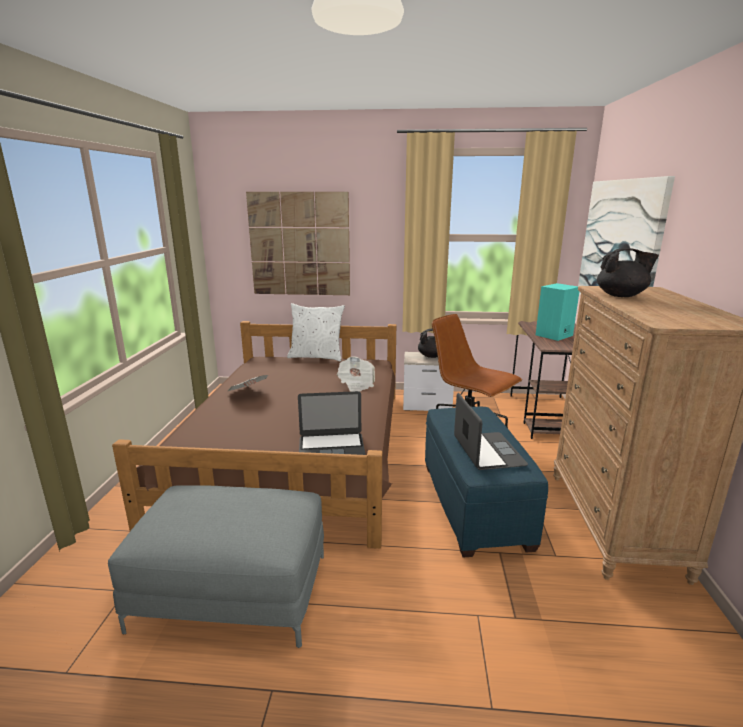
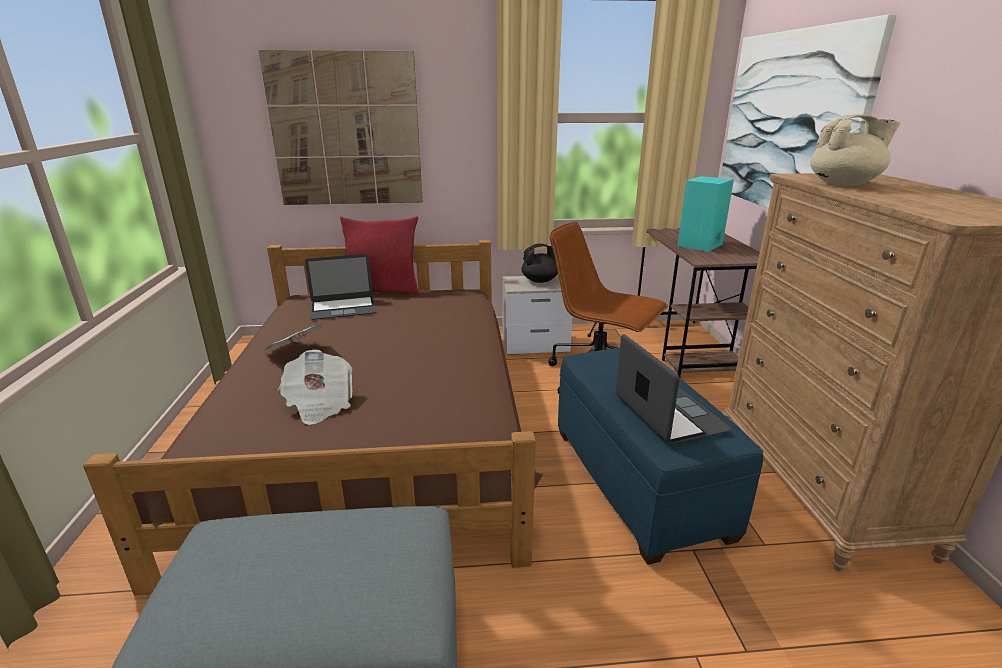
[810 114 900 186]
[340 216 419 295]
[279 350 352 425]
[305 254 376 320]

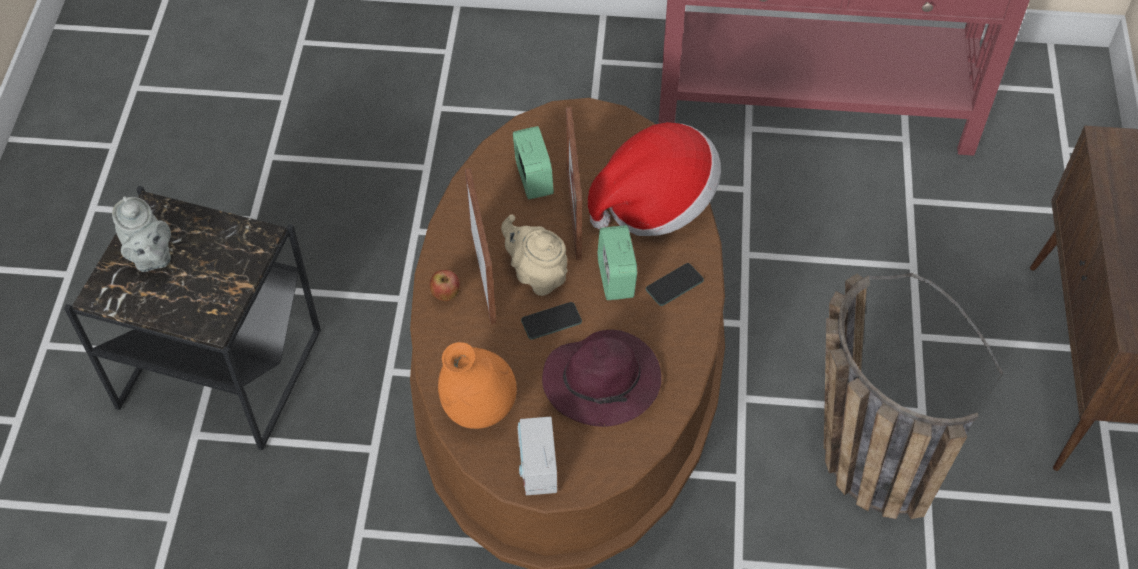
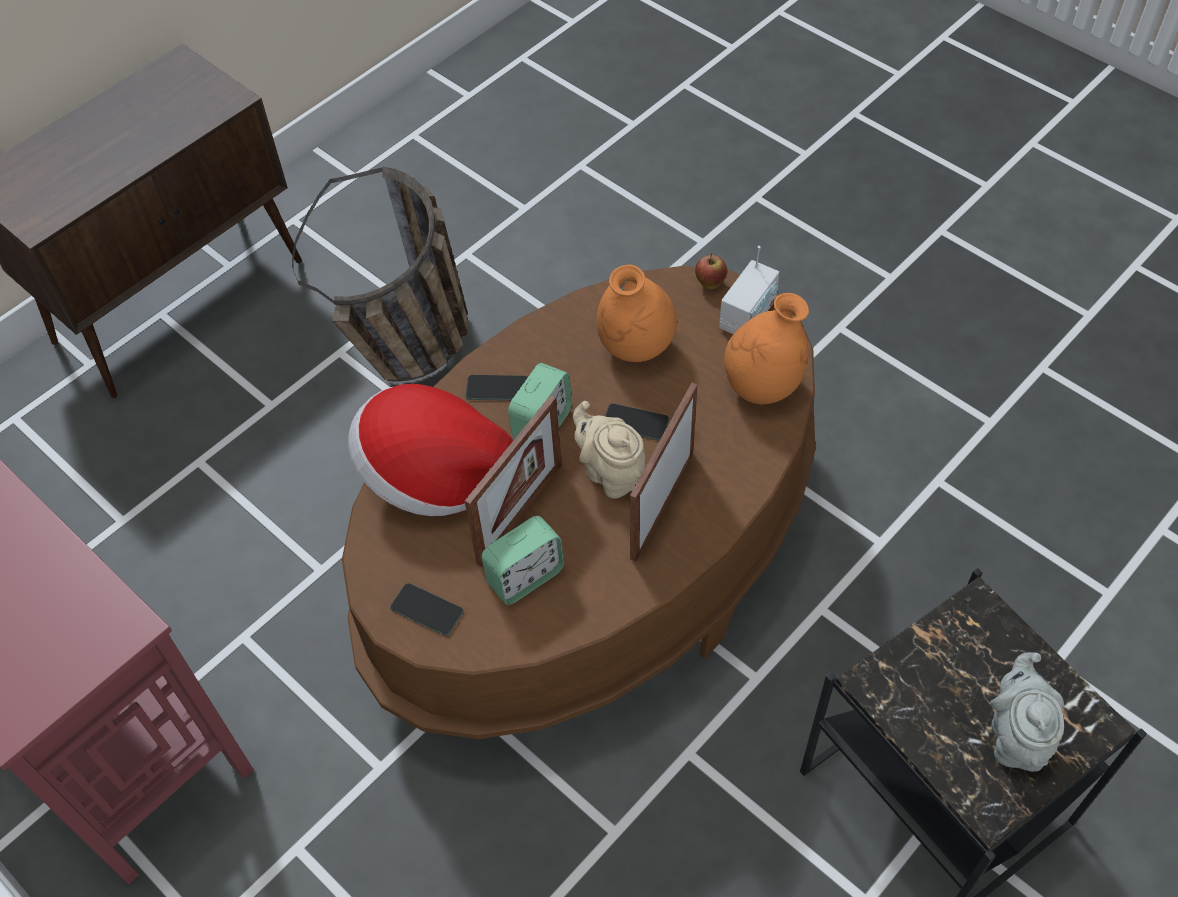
[481 516 564 605]
[573 401 646 499]
[695 253 727 289]
[597 265 677 362]
[390 583 464 636]

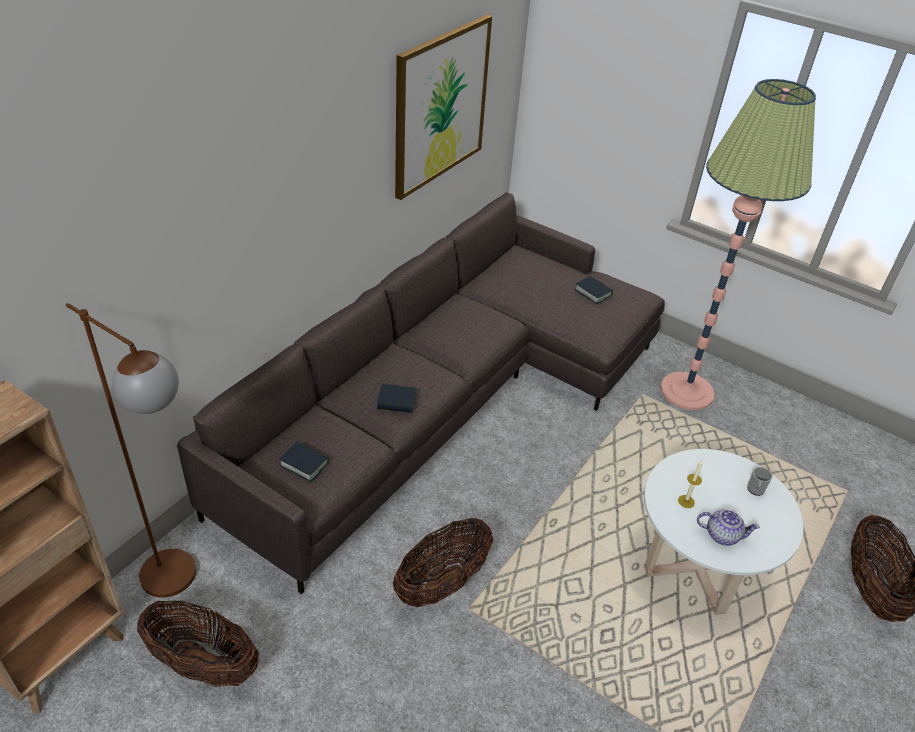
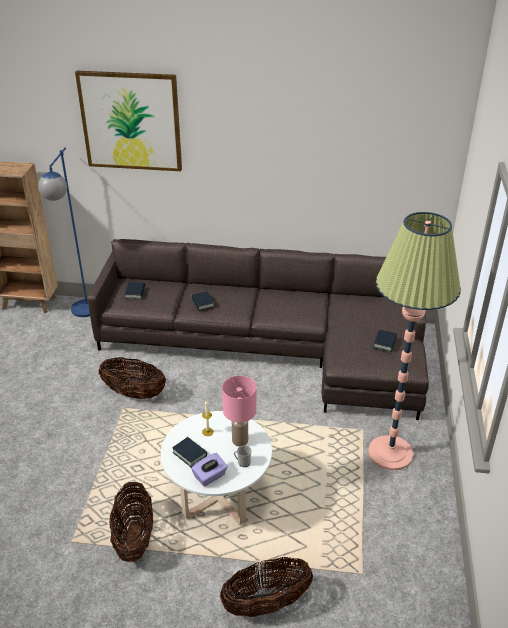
[75 71 182 171]
[38 147 90 317]
[172 437 207 467]
[109 482 153 562]
[222 376 257 447]
[191 453 228 486]

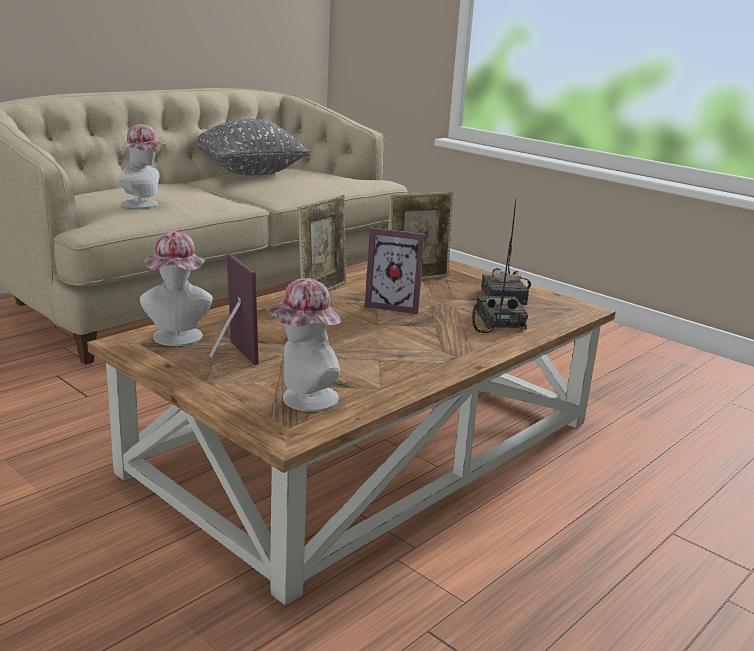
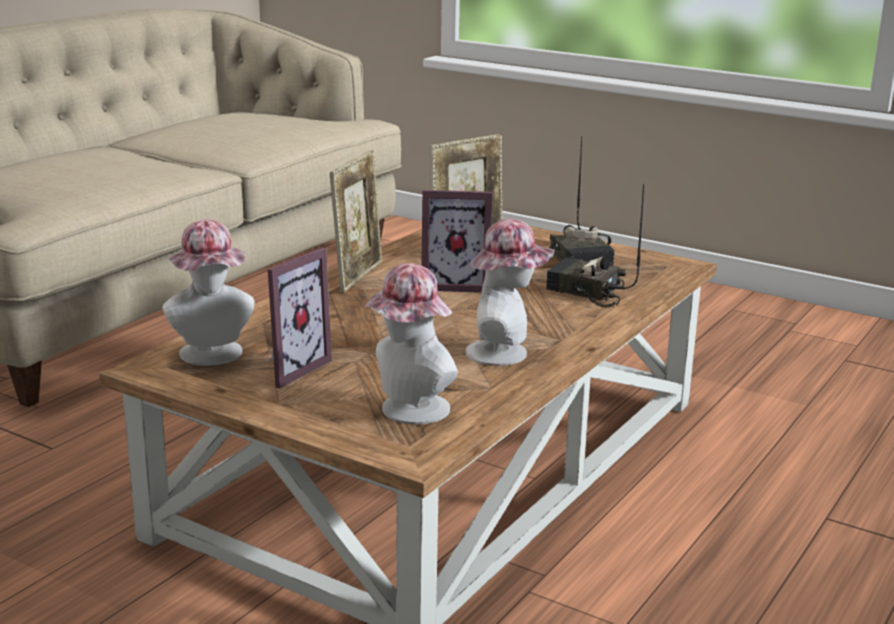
[197 119 311 175] (first image)
[466 219 555 366]
[546 184 644 308]
[268 247 332 389]

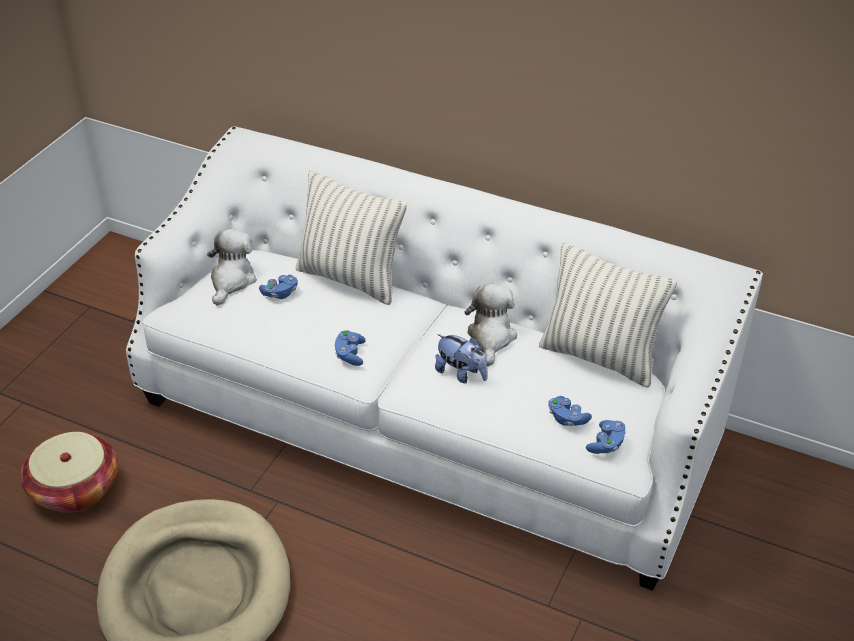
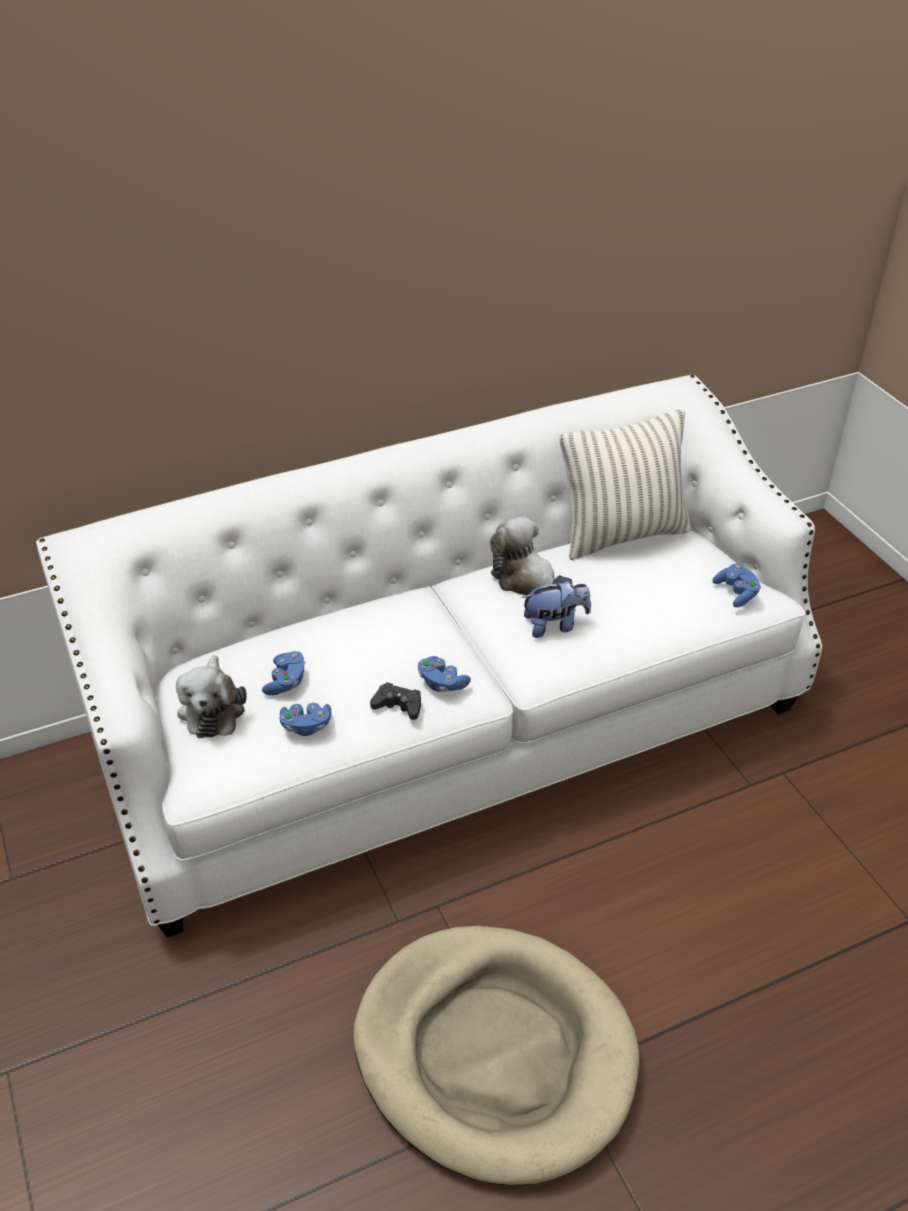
[296 171 407 305] (first image)
[176 655 247 738]
[280 703 331 736]
[21 432 118 513] (first image)
[370 682 421 720]

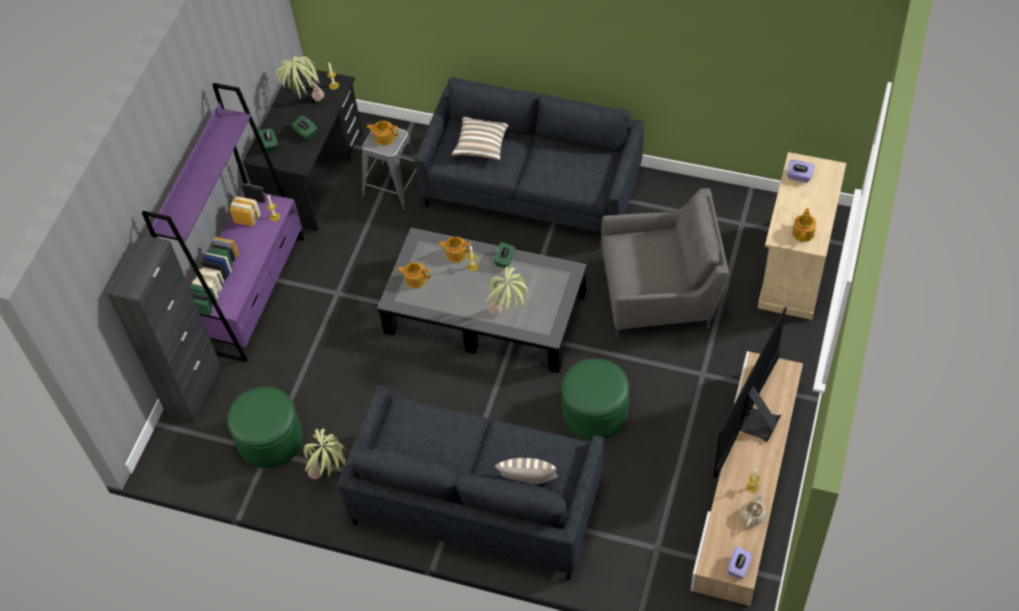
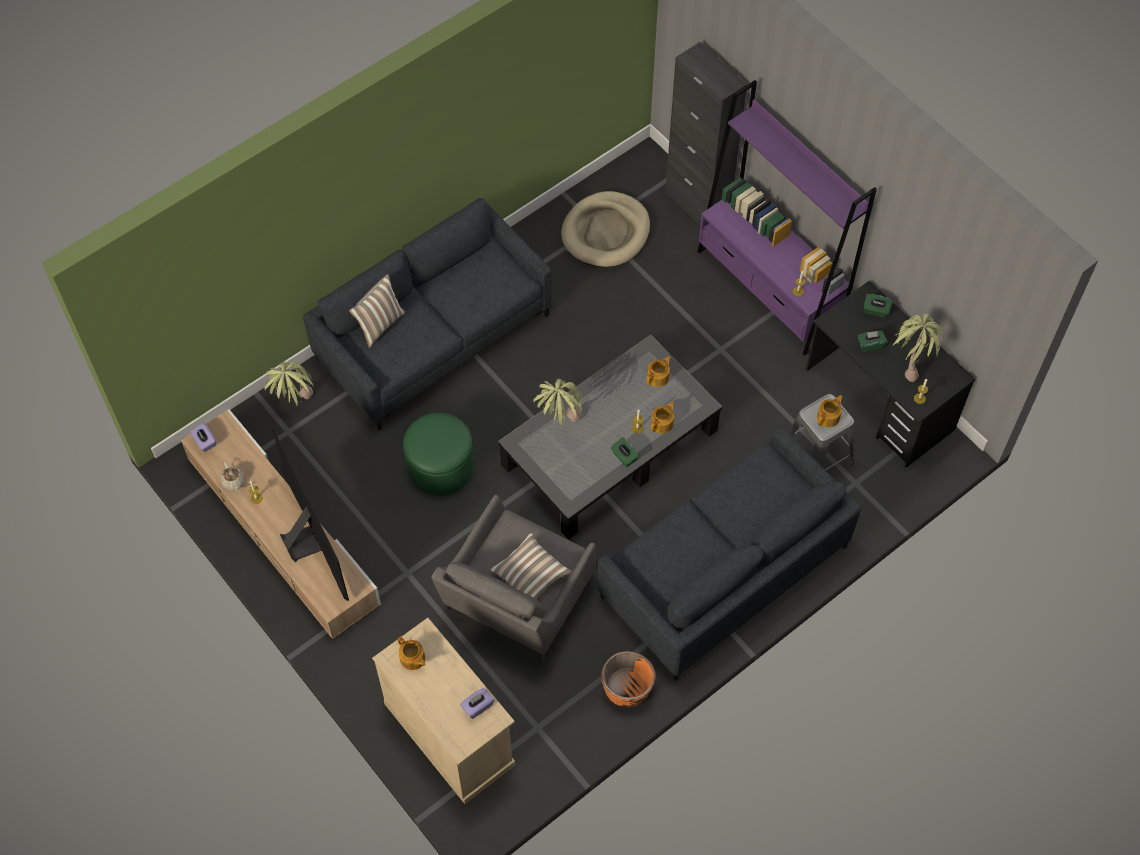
[490 533 572 599]
[561 191 650 267]
[265 362 314 406]
[601 651 656 707]

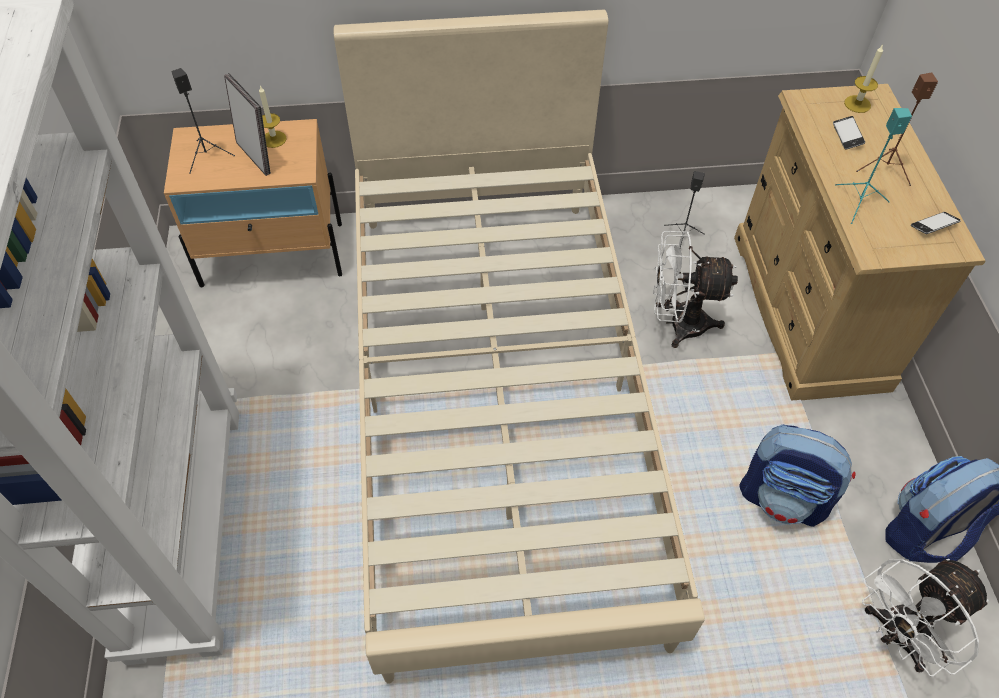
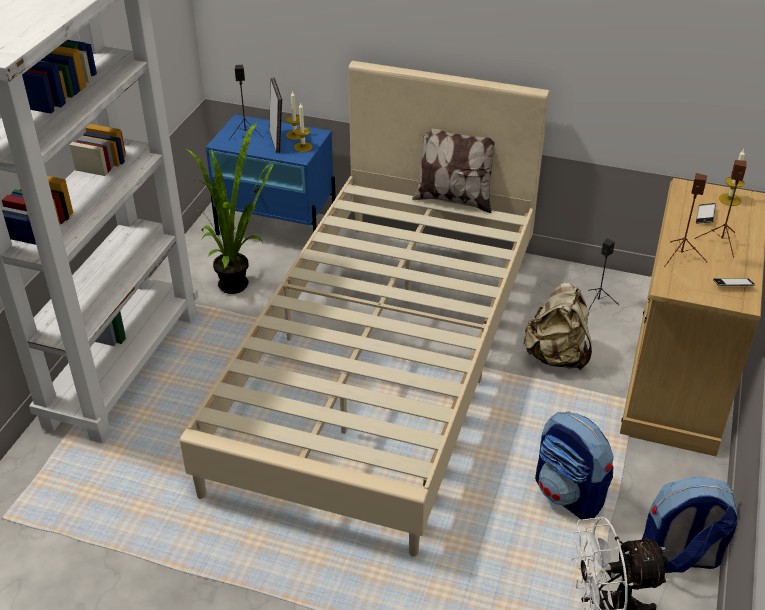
[664 173 707 267]
[206 114 336 235]
[523 282 592 370]
[294 103 313 152]
[186 121 275 294]
[412 129 495 213]

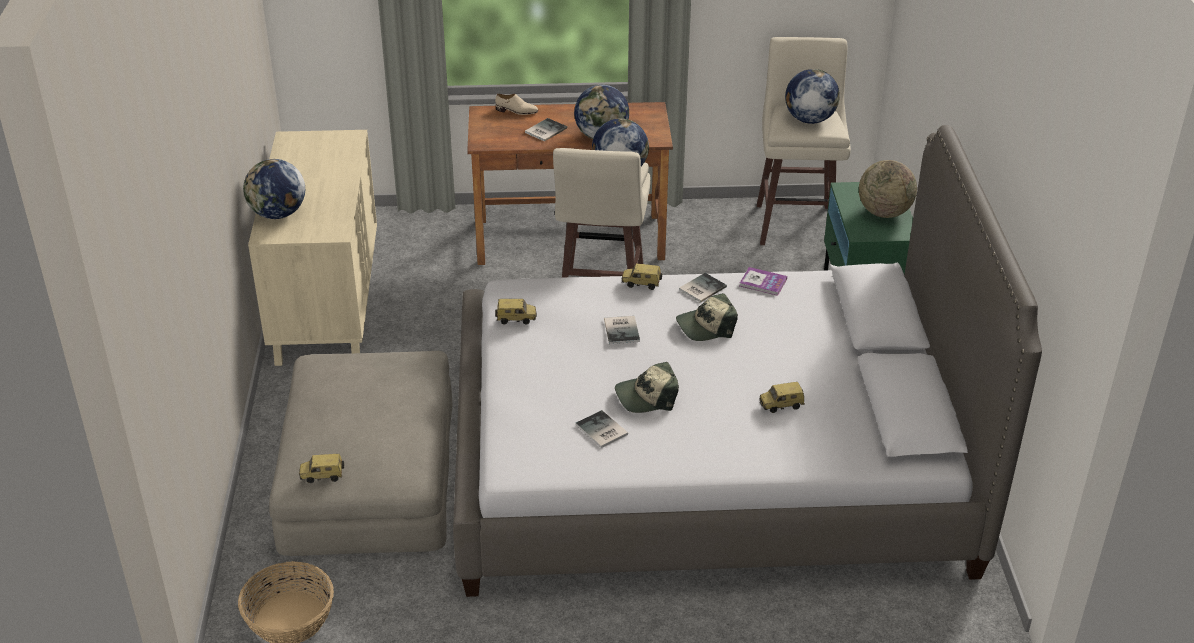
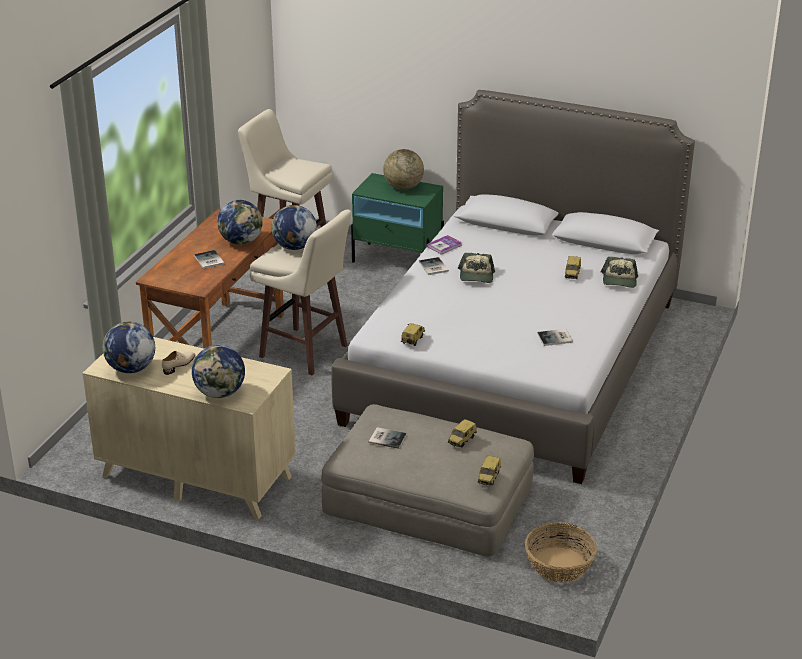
[102 322 155 373]
[162 351 195 375]
[448 419 477 448]
[369 427 407 449]
[601 257 638 288]

